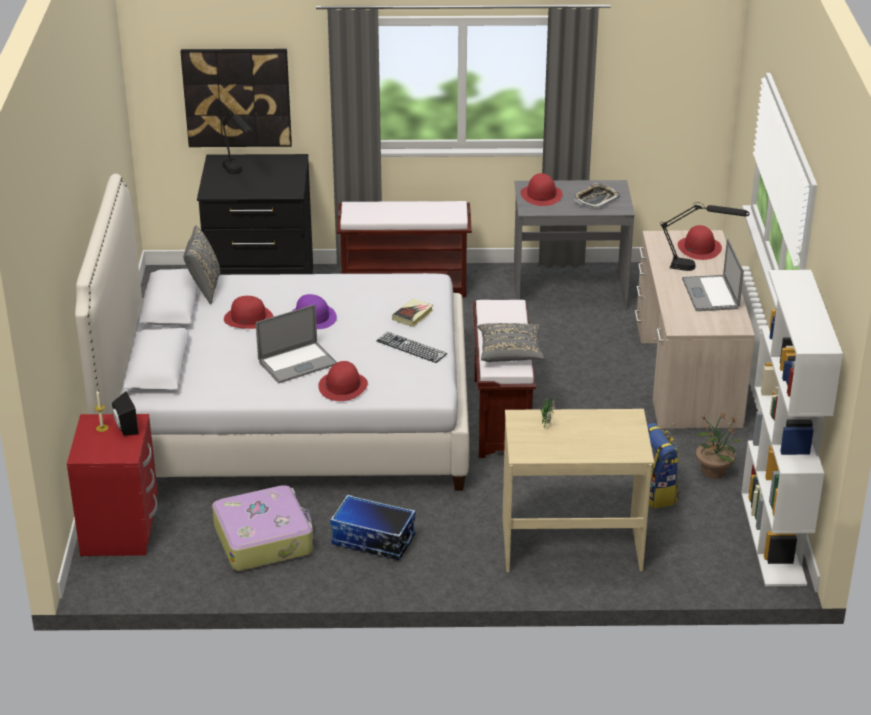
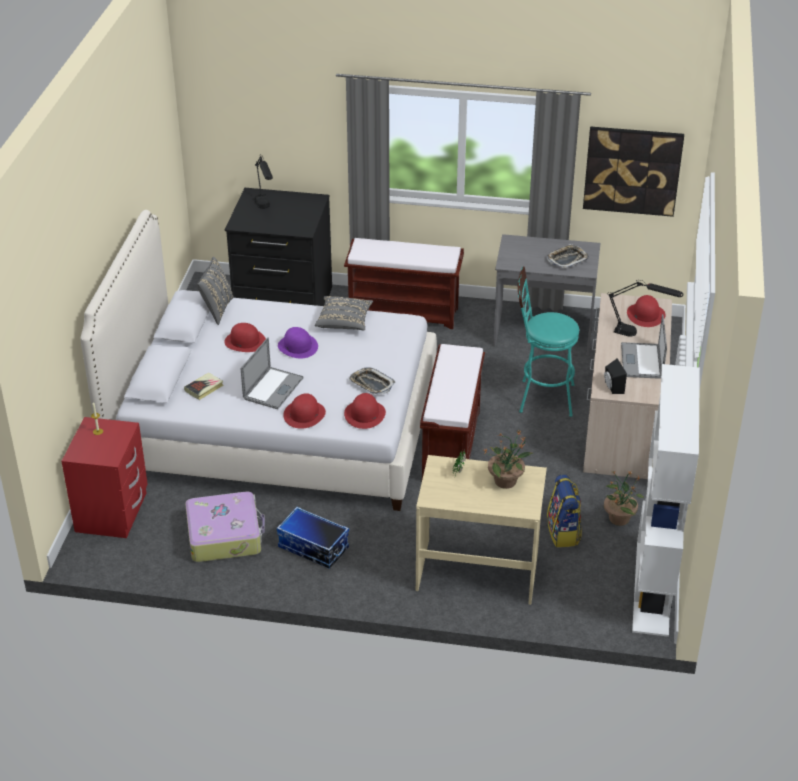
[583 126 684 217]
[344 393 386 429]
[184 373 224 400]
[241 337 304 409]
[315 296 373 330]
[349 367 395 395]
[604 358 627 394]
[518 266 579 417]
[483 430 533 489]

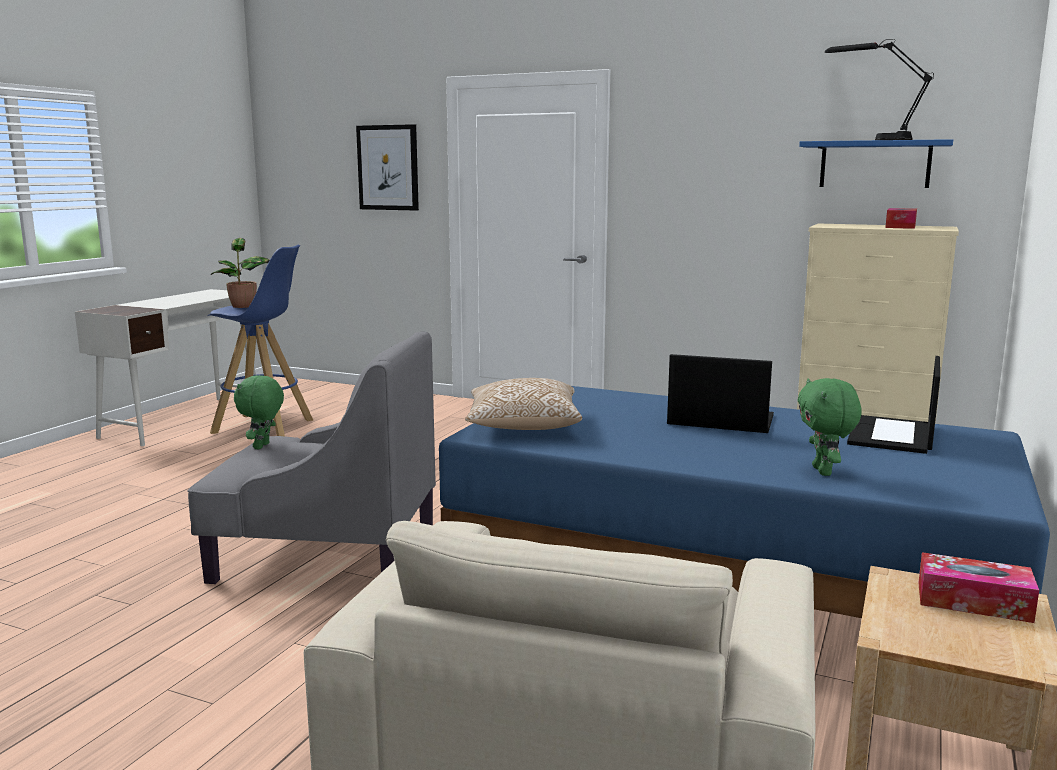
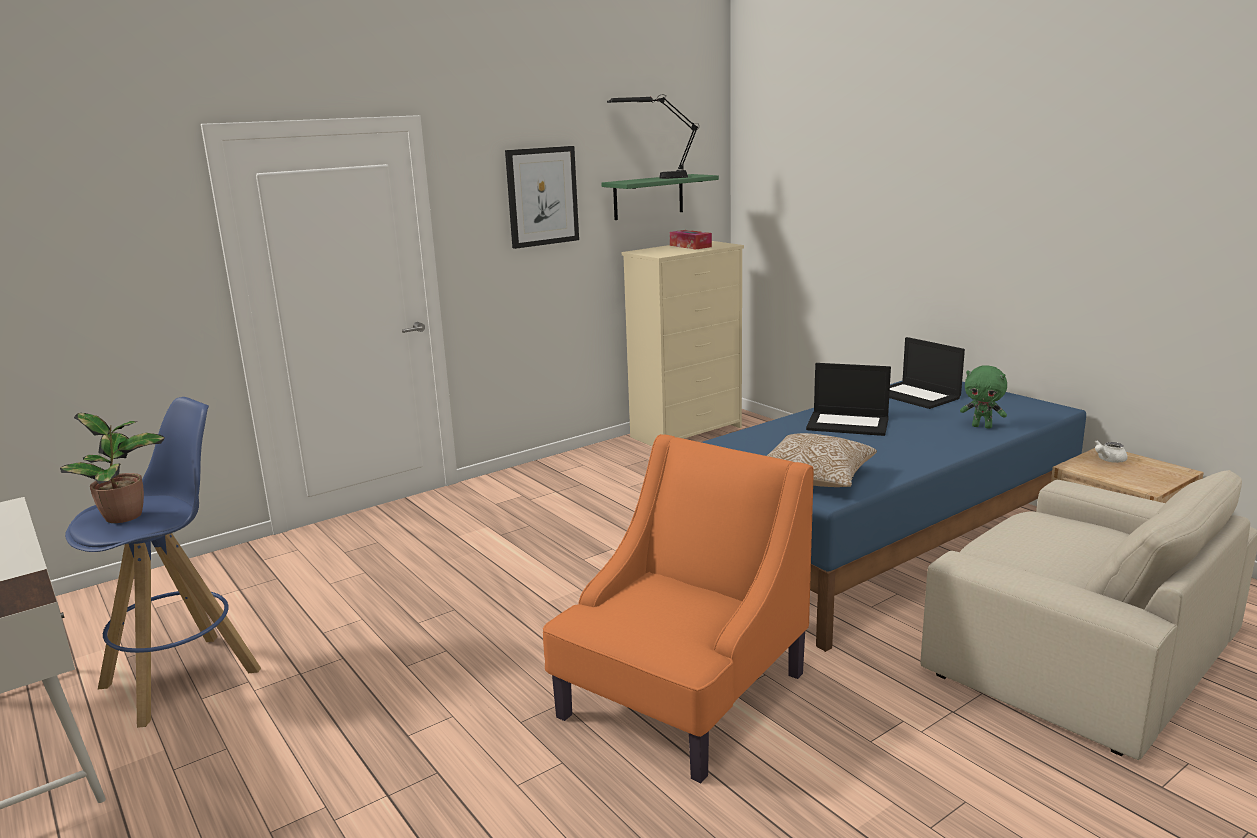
[505 146 579 249]
[601 174 719 220]
[543 434 814 783]
[806 363 891 436]
[234 375 284 449] (first image)
[1094 440 1128 463]

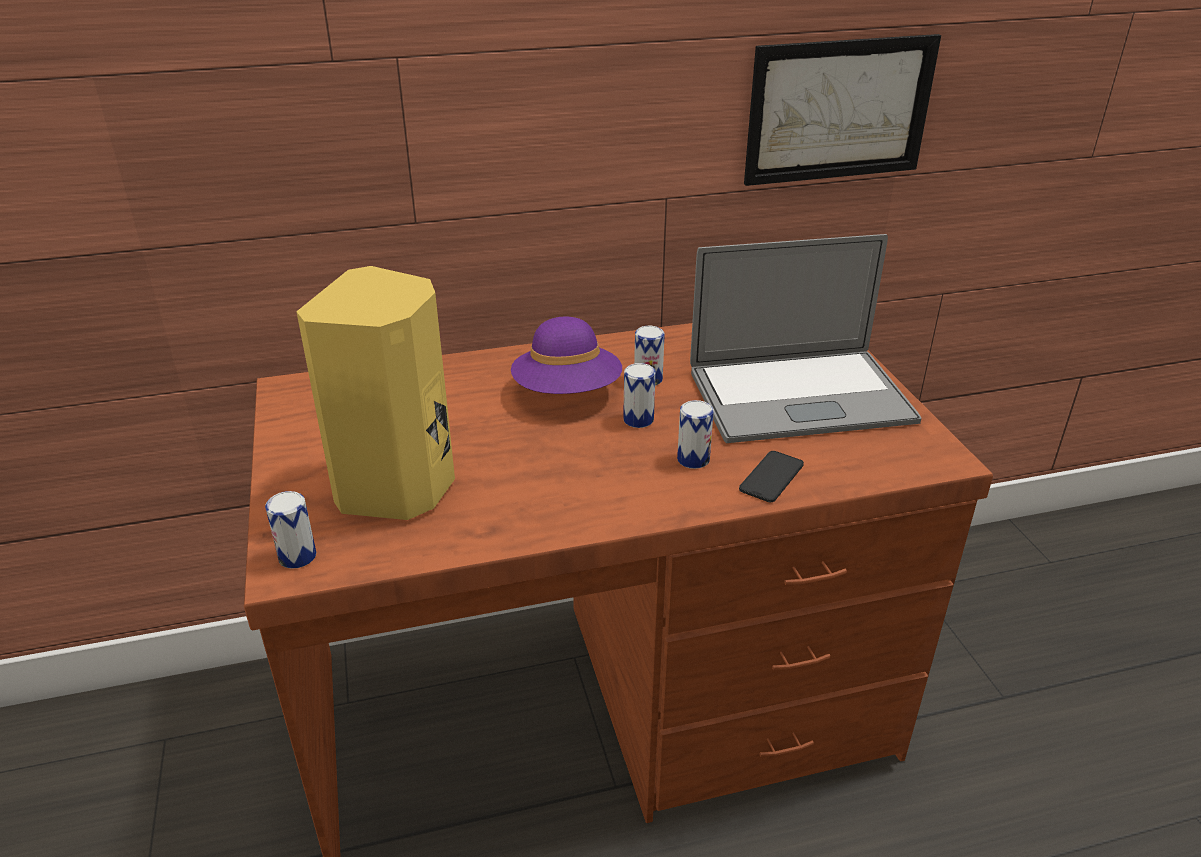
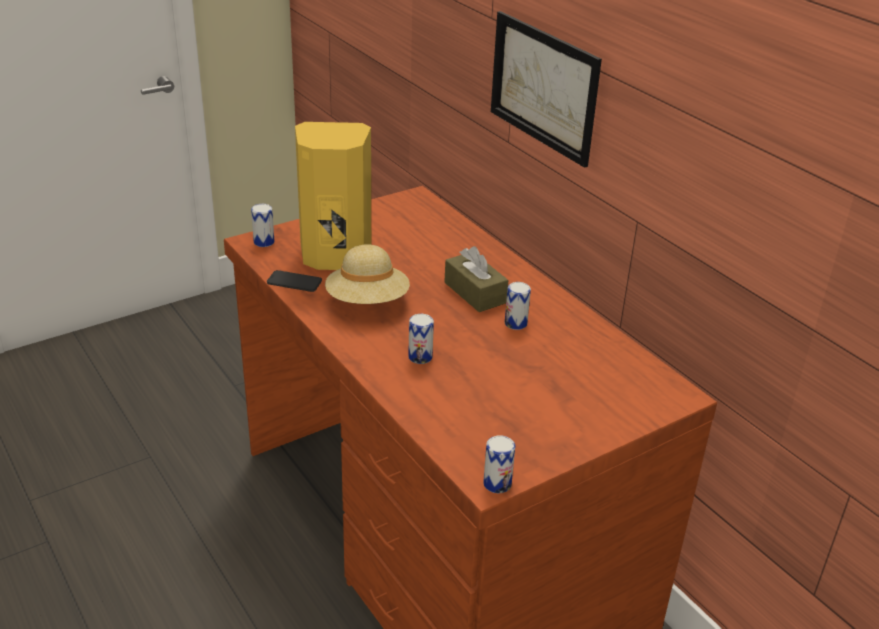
[491 11 602 168]
[690 234 921 443] (first image)
[444 246 509 312]
[483 435 515 493]
[267 270 322 292]
[325 244 410 304]

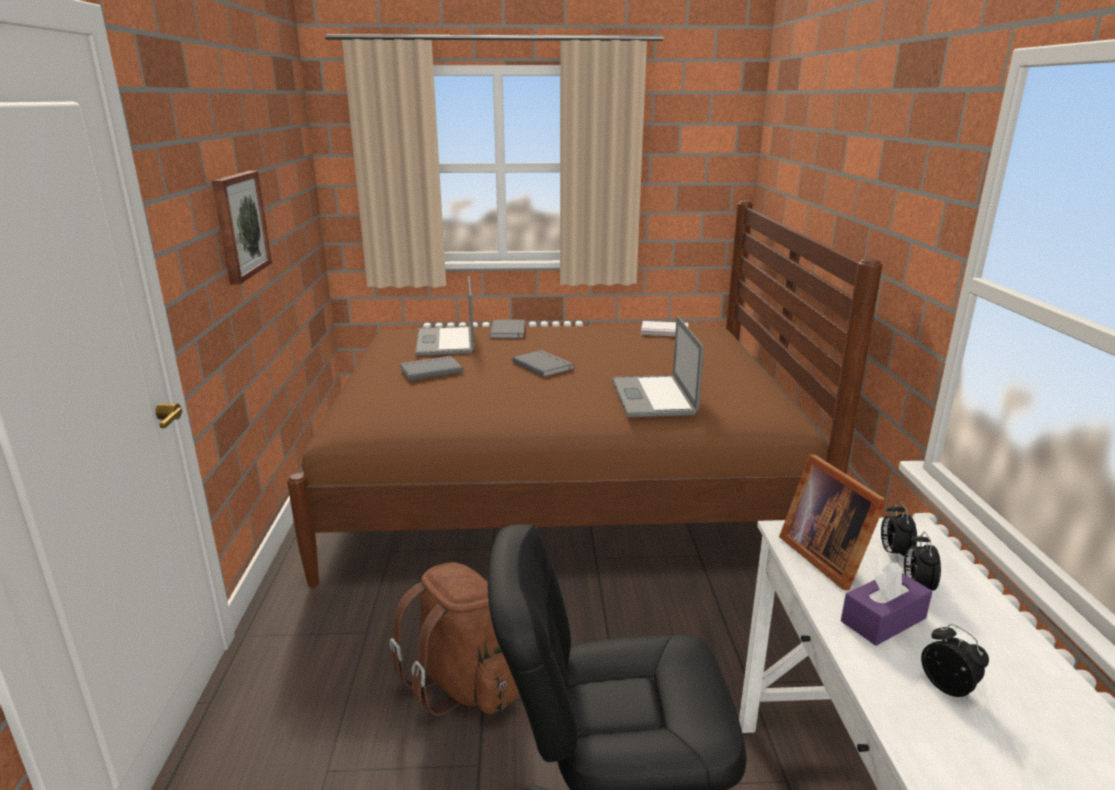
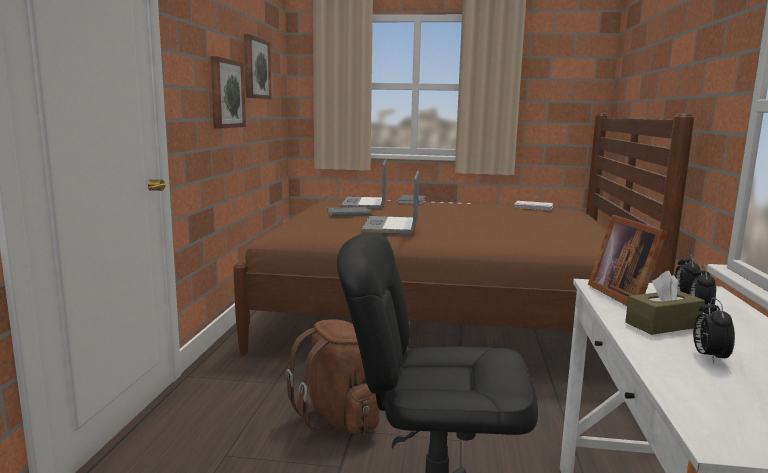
[360 171 419 234]
[512 350 574 377] (first image)
[625 271 705 335]
[693 298 735 364]
[244 34 272 99]

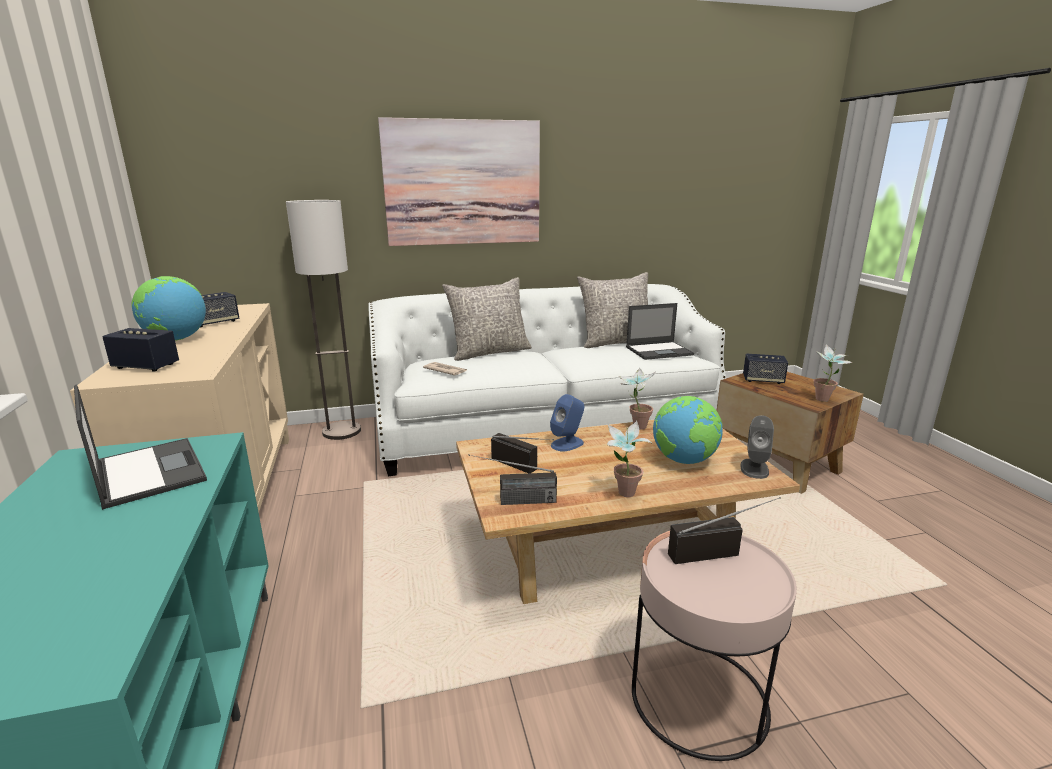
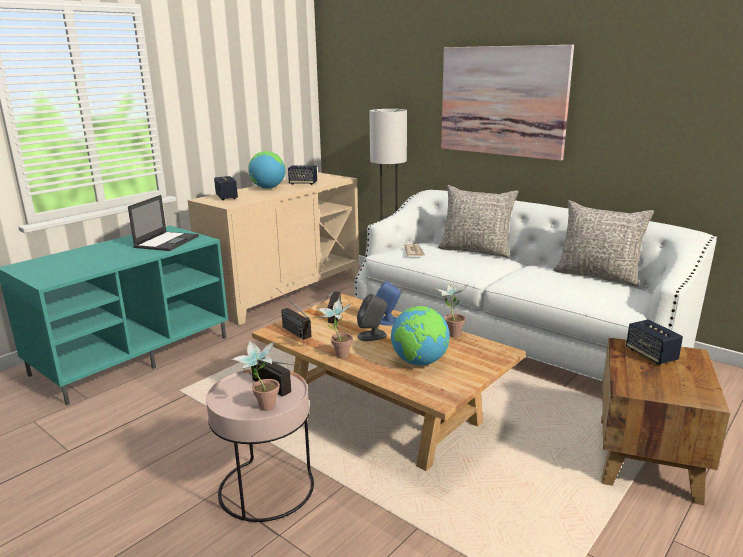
[626 303 694 360] (first image)
[232 341 280 411]
[357 294 387 341]

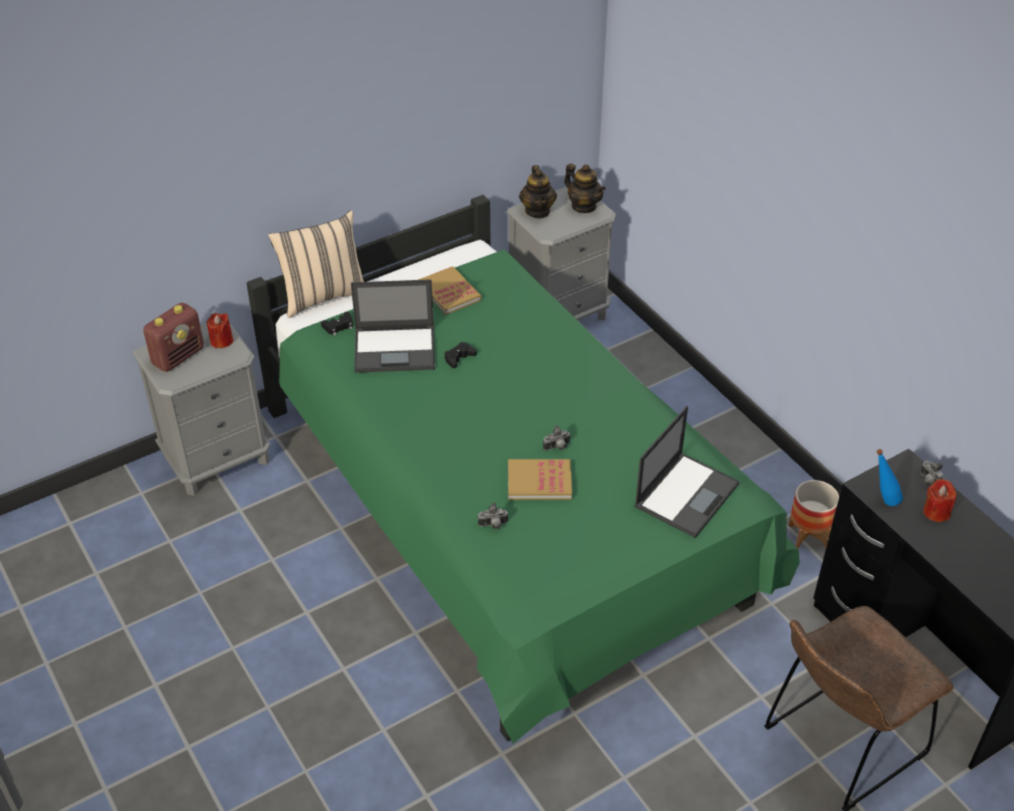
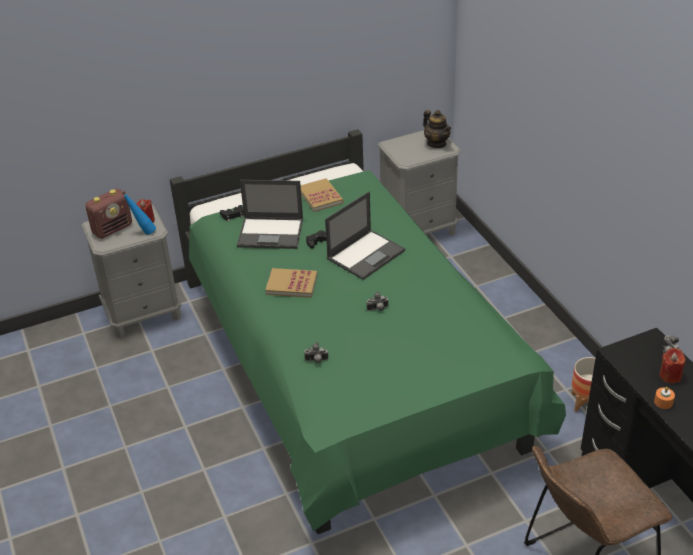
[519 165 557 219] (first image)
[268 210 364 318] (first image)
[325 191 405 280]
[121 191 156 235]
[265 268 317 298]
[654 387 675 409]

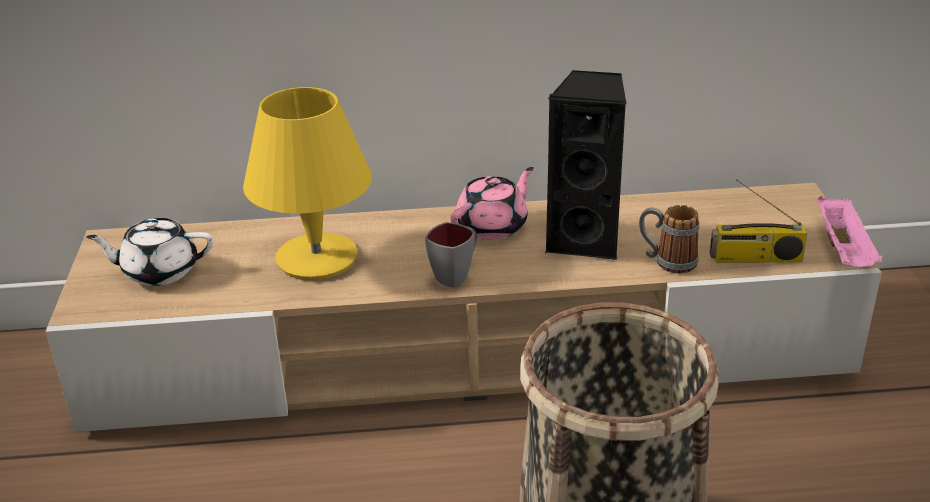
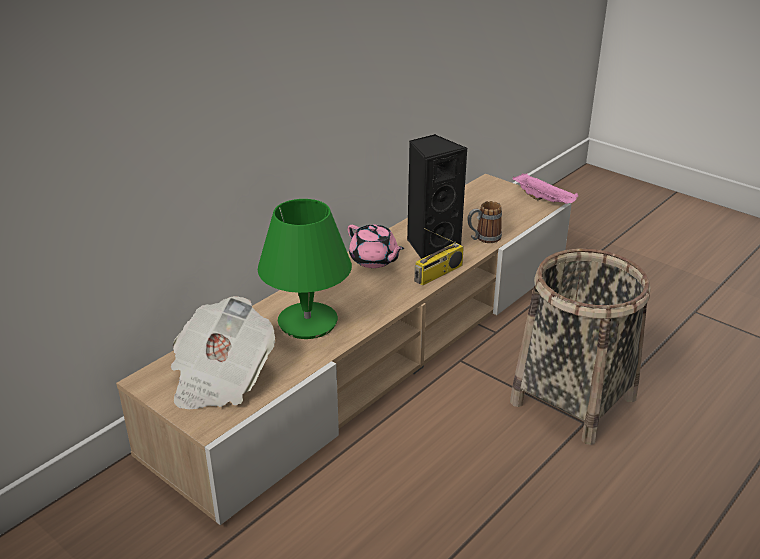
[258 199 352 339]
[348 225 404 268]
[414 228 464 286]
[171 296 275 409]
[425 222 477 287] (first image)

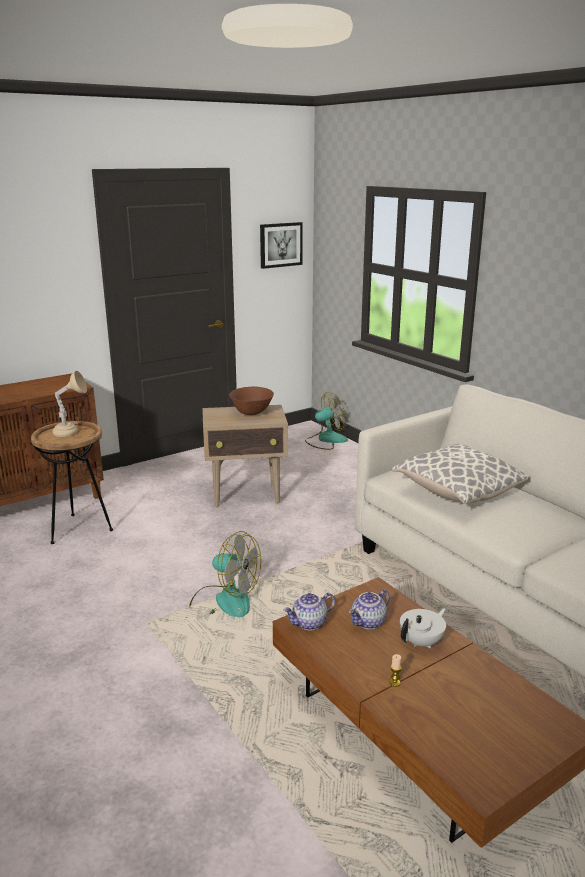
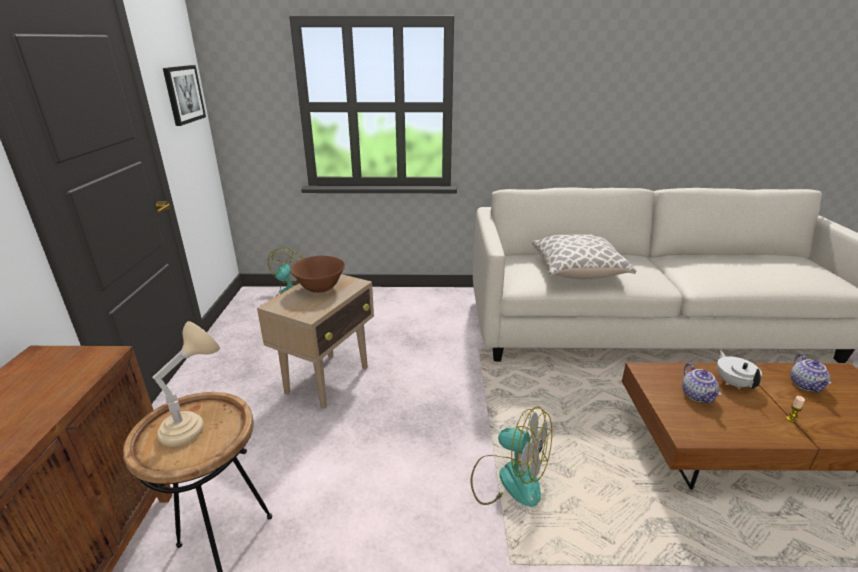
[471 406 552 507]
[791 354 831 392]

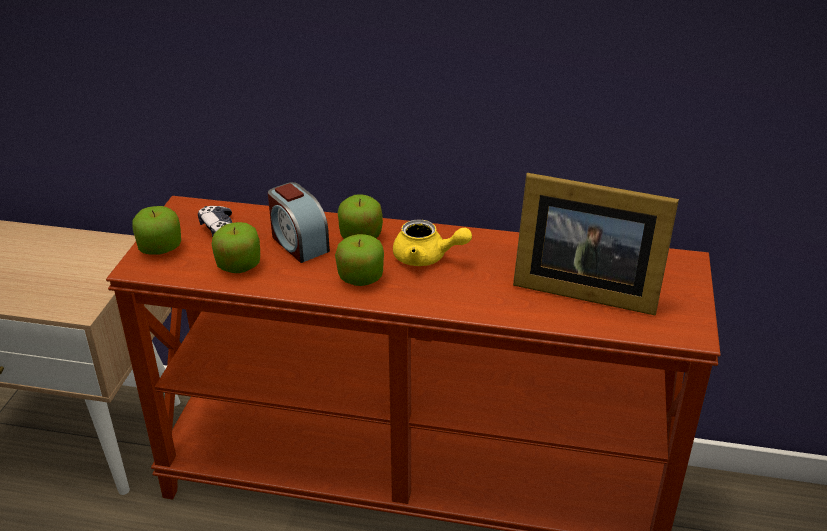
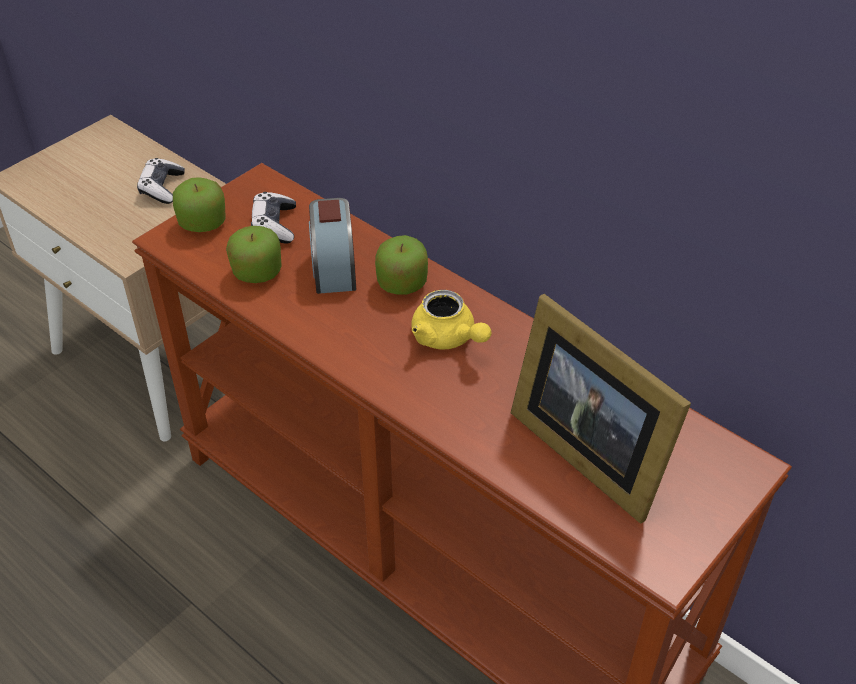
[335 234 384 286] (first image)
[137 158 185 204]

